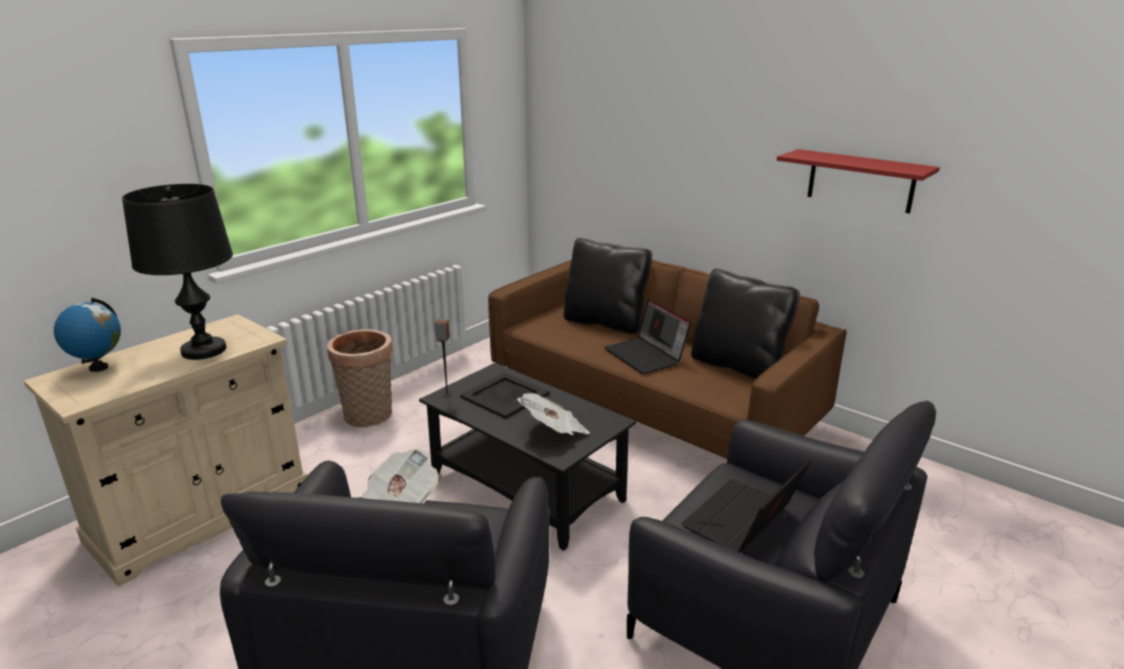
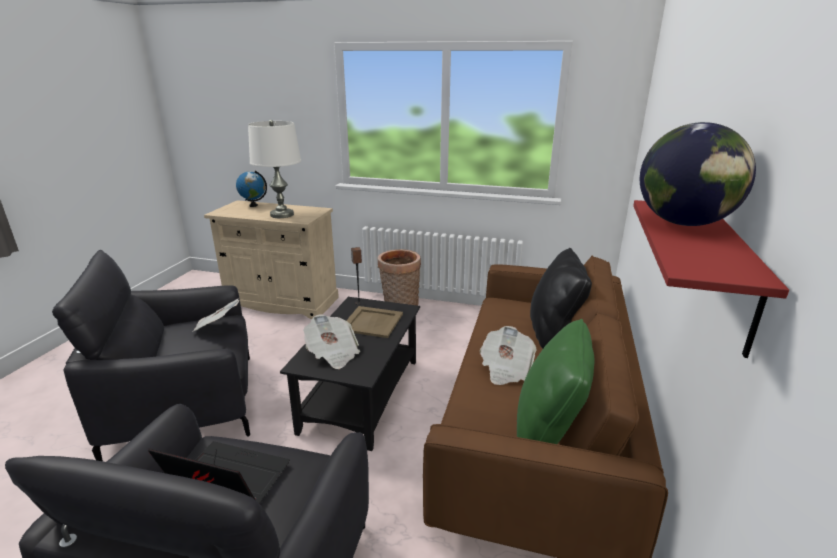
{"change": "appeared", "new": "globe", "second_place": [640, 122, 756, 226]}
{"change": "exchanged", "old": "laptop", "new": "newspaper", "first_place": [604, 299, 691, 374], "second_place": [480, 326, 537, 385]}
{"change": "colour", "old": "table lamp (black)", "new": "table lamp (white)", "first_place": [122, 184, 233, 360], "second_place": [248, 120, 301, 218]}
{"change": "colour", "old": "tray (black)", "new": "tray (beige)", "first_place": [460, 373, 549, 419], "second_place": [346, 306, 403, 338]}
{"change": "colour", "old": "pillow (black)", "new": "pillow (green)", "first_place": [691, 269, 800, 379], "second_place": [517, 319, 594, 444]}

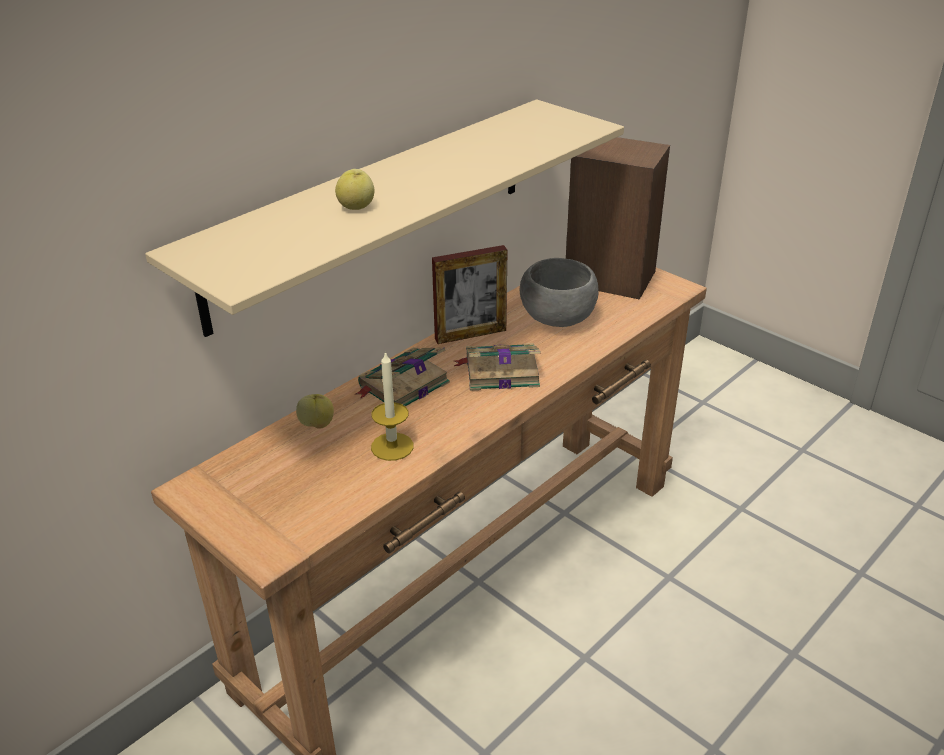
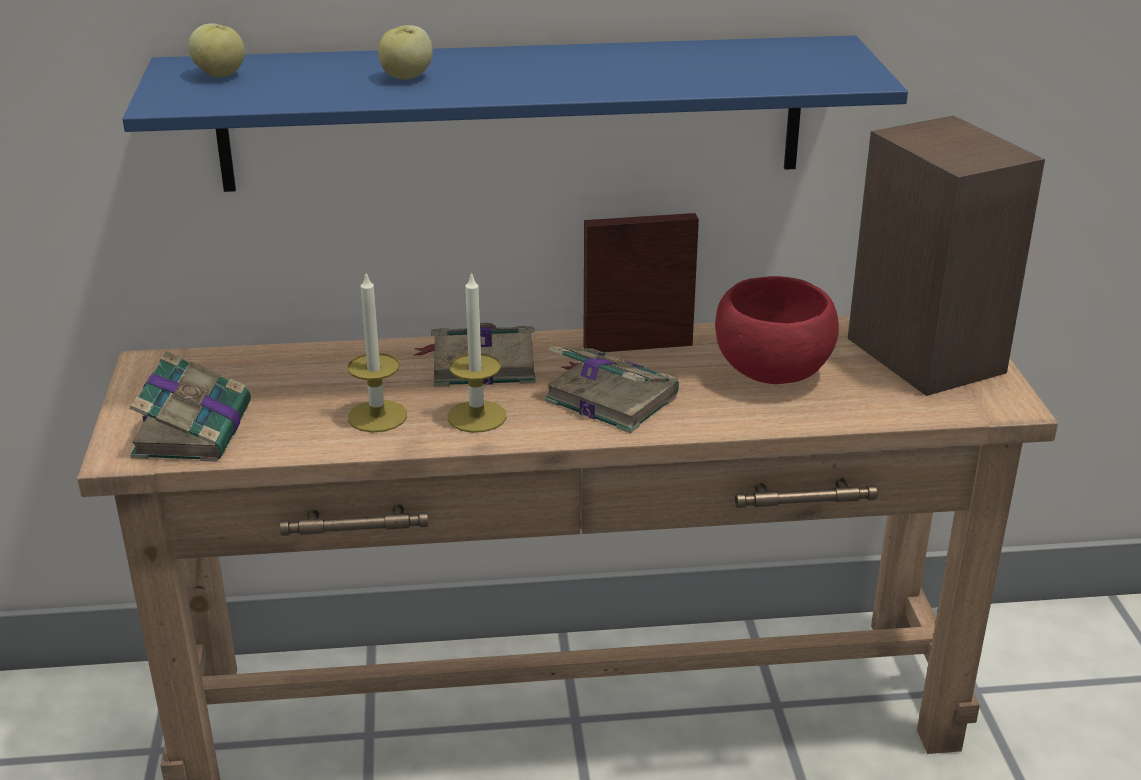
{"change": "appeared", "new": "book", "second_place": [129, 351, 251, 462]}
{"change": "appeared", "new": "candle", "second_place": [447, 271, 507, 433]}
{"change": "relocated", "old": "apple", "first_place": [296, 394, 334, 429], "second_place": [188, 23, 245, 77]}
{"change": "colour", "old": "shelf (beige)", "new": "shelf (blue)", "first_place": [145, 99, 624, 337], "second_place": [122, 35, 908, 192]}
{"change": "colour", "old": "bowl (grey)", "new": "bowl (red)", "first_place": [520, 258, 599, 327], "second_place": [715, 276, 839, 384]}
{"change": "spun", "old": "picture frame", "first_place": [432, 245, 508, 344], "second_place": [583, 213, 699, 352], "degrees": 150}

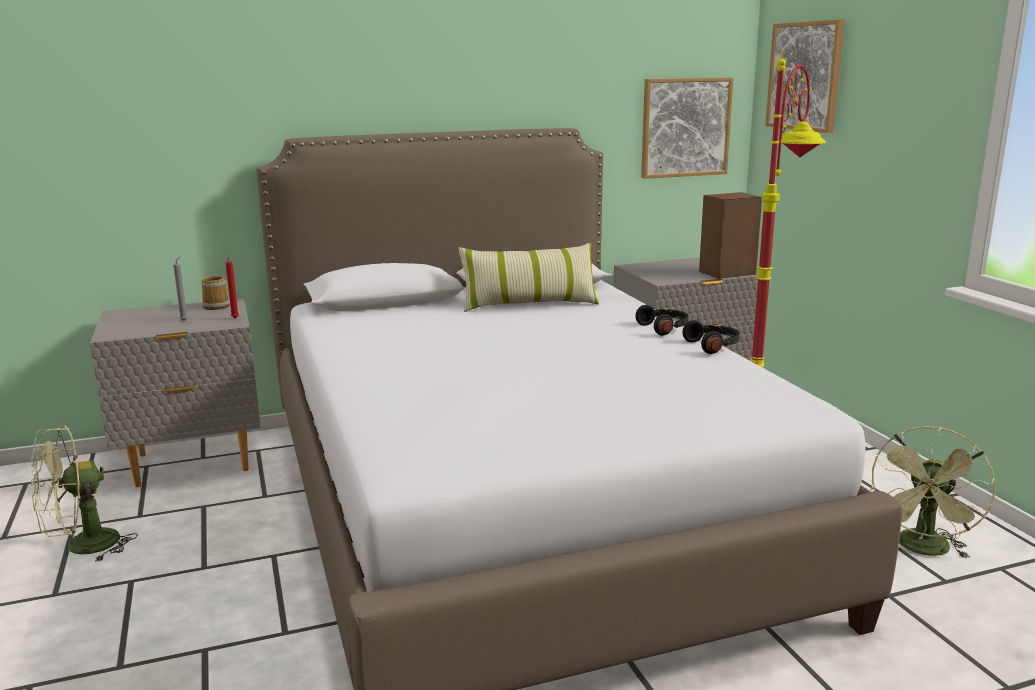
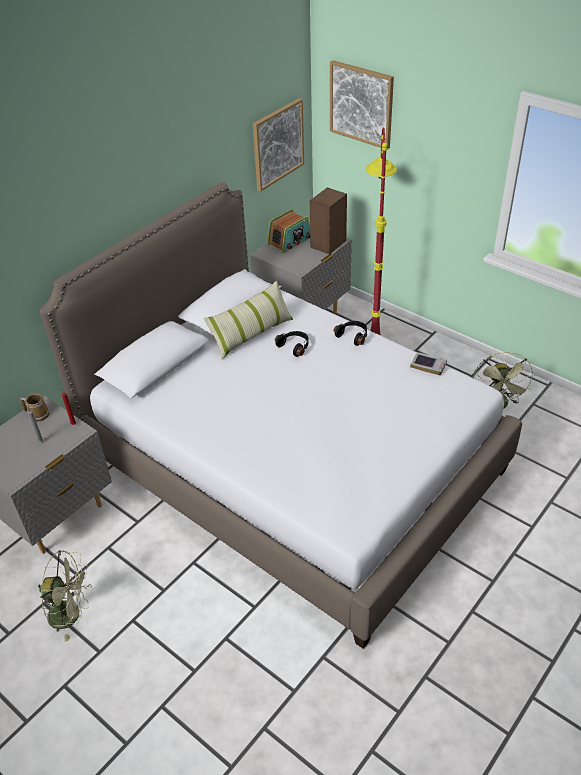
{"change": "appeared", "new": "radio", "second_place": [267, 209, 310, 253]}
{"change": "appeared", "new": "book", "second_place": [410, 352, 447, 376]}
{"change": "relocated", "old": "headphones (black)", "first_place": [682, 320, 740, 354], "second_place": [275, 331, 309, 357]}
{"change": "spun", "old": "fan (green)", "first_place": [31, 425, 138, 562], "second_place": [38, 551, 92, 642], "degrees": -105}

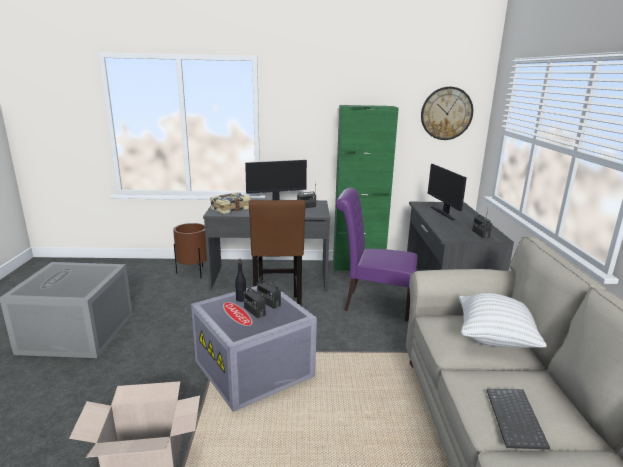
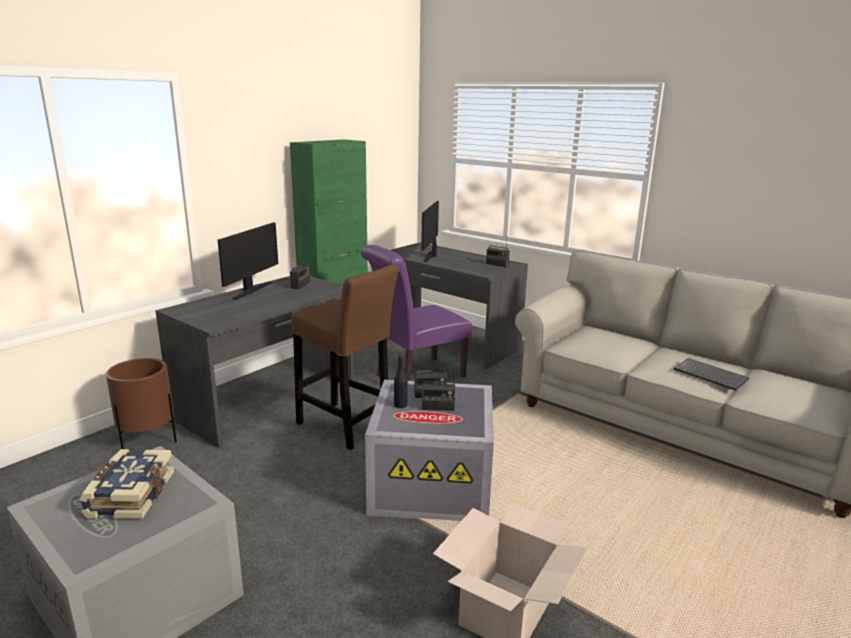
{"change": "missing", "old": "wall clock", "first_place": [421, 87, 473, 140]}
{"change": "missing", "old": "pillow (white)", "first_place": [459, 293, 547, 348]}
{"change": "relocated", "old": "book", "first_place": [210, 192, 251, 214], "second_place": [79, 449, 174, 519]}
{"change": "spun", "old": "monitor", "first_place": [428, 164, 467, 220], "second_place": [421, 201, 439, 262], "degrees": 75}

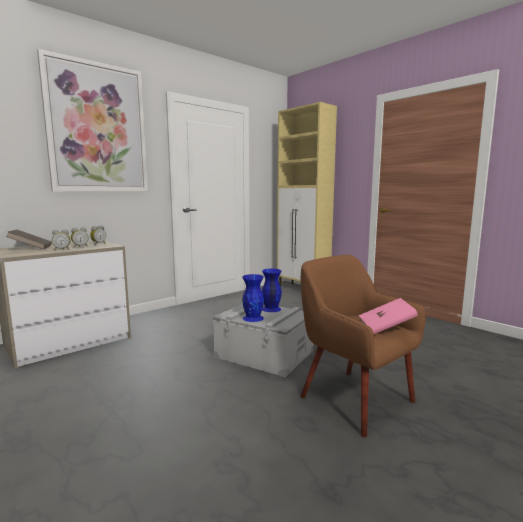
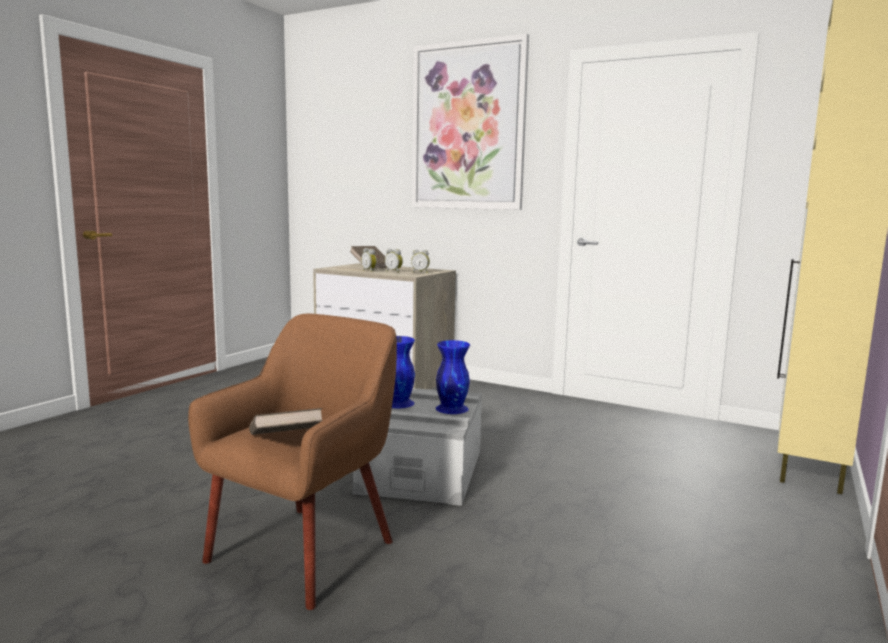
{"change": "colour", "old": "book (pink)", "new": "book (brown)", "first_place": [359, 298, 418, 334], "second_place": [249, 408, 323, 435]}

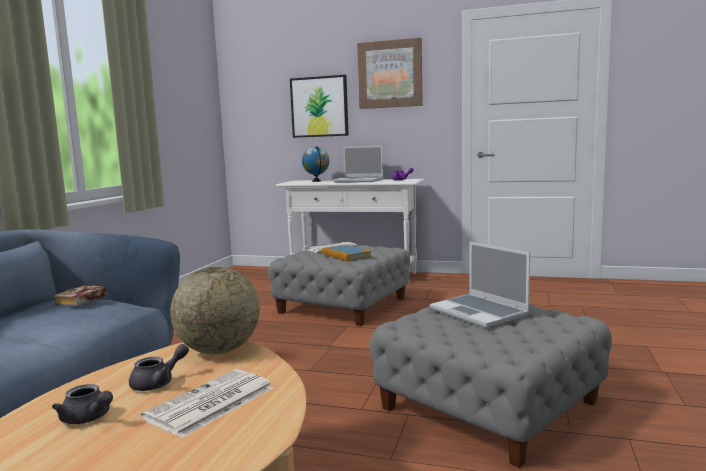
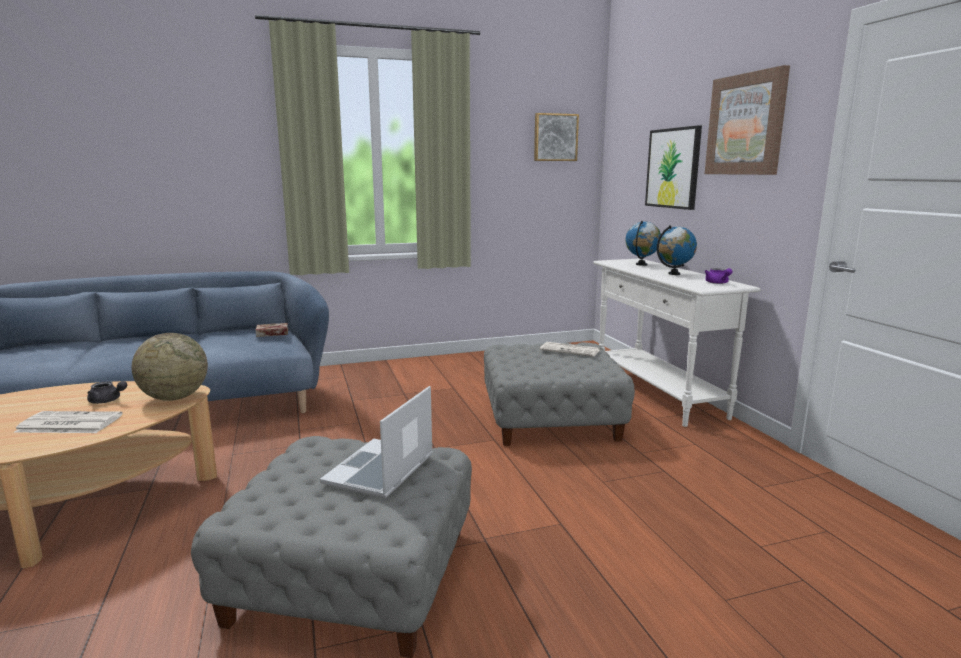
{"change": "missing", "old": "teapot (grey)", "first_place": [52, 384, 113, 424]}
{"change": "missing", "old": "book", "first_place": [322, 245, 372, 262]}
{"change": "appeared", "new": "picture", "second_place": [534, 113, 579, 161]}
{"change": "exchanged", "old": "laptop", "new": "globe", "first_place": [333, 146, 383, 183], "second_place": [657, 225, 697, 275]}

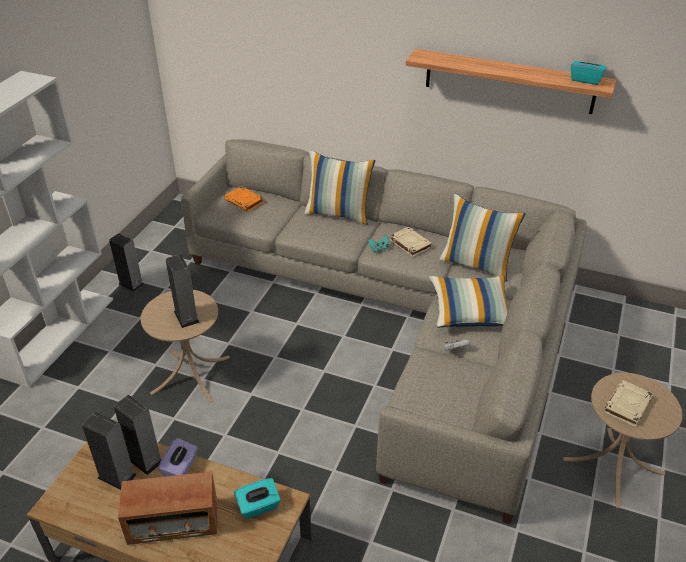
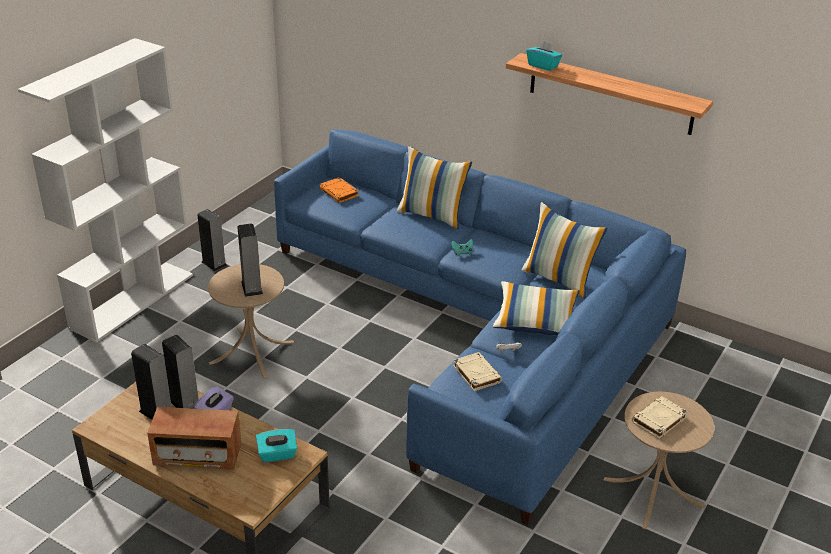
{"change": "relocated", "old": "book (beige)", "first_place": [390, 227, 433, 257], "second_place": [453, 352, 502, 391]}
{"change": "relocated", "old": "tissue box (turquoise)", "first_place": [571, 53, 607, 85], "second_place": [526, 40, 562, 71]}
{"change": "colour", "old": "sofa (grey)", "new": "sofa (blue)", "first_place": [181, 139, 587, 524], "second_place": [274, 129, 686, 525]}

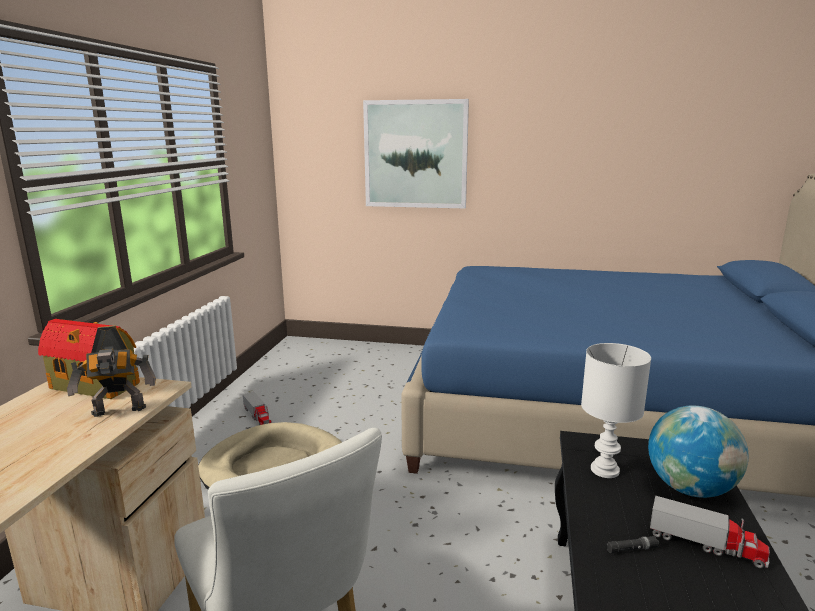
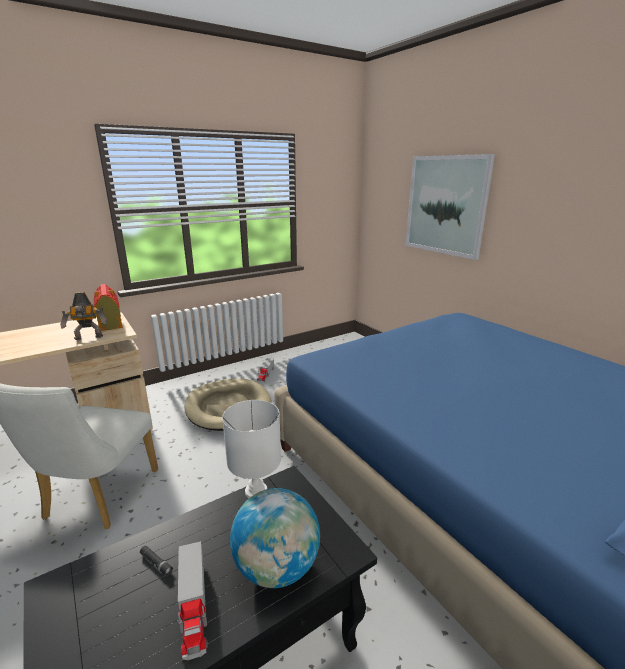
{"change": "spun", "old": "toy robot", "first_place": [67, 326, 156, 417], "second_place": [60, 292, 107, 340], "degrees": -45}

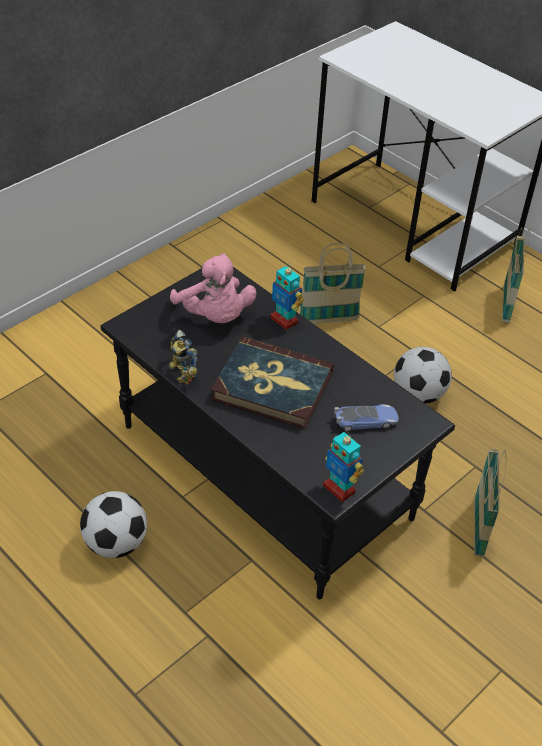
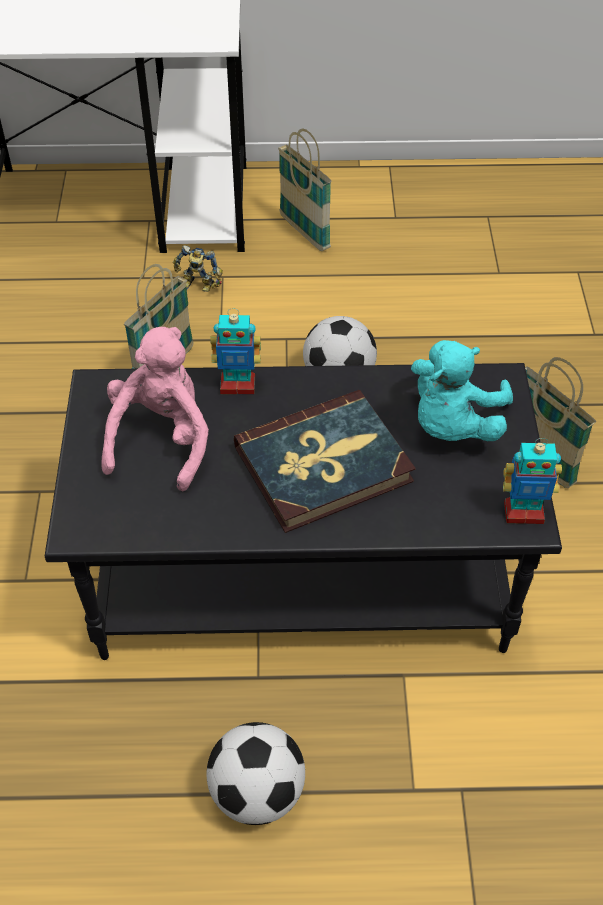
{"change": "relocated", "old": "toy robot", "first_place": [168, 330, 197, 384], "second_place": [173, 245, 223, 292]}
{"change": "exchanged", "old": "toy car", "new": "plush toy (turquoise)", "first_place": [334, 404, 398, 431], "second_place": [411, 340, 513, 441]}
{"change": "spun", "old": "plush toy (pink)", "first_place": [170, 253, 257, 323], "second_place": [101, 327, 209, 491], "degrees": -90}

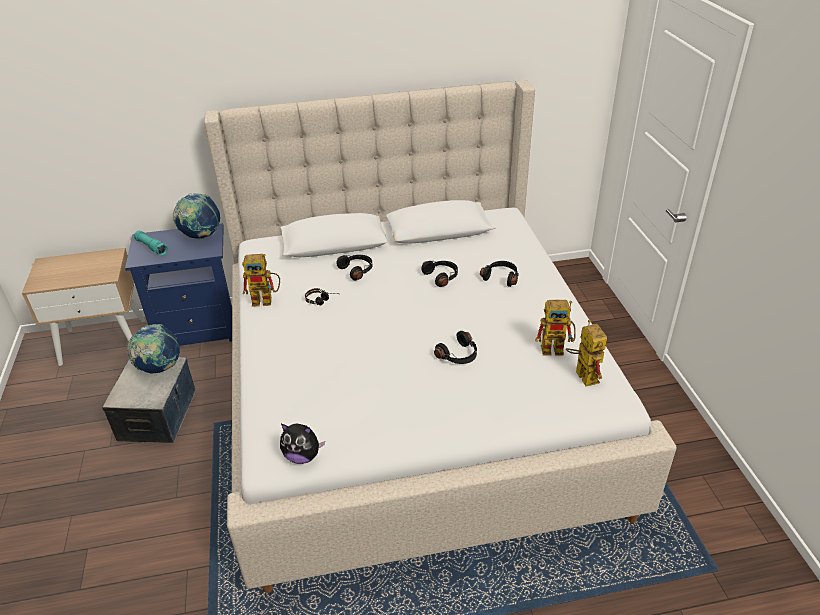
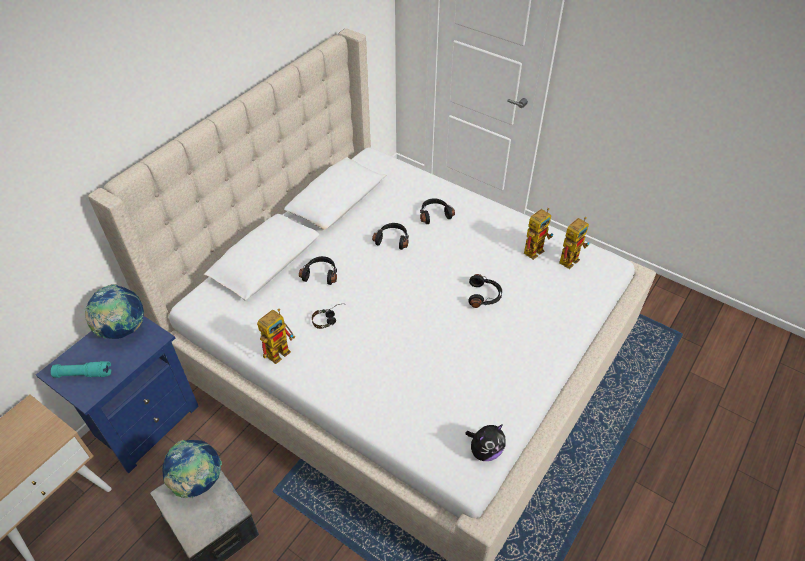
{"change": "spun", "old": "toy robot", "first_place": [566, 320, 607, 387], "second_place": [559, 217, 590, 269], "degrees": 105}

